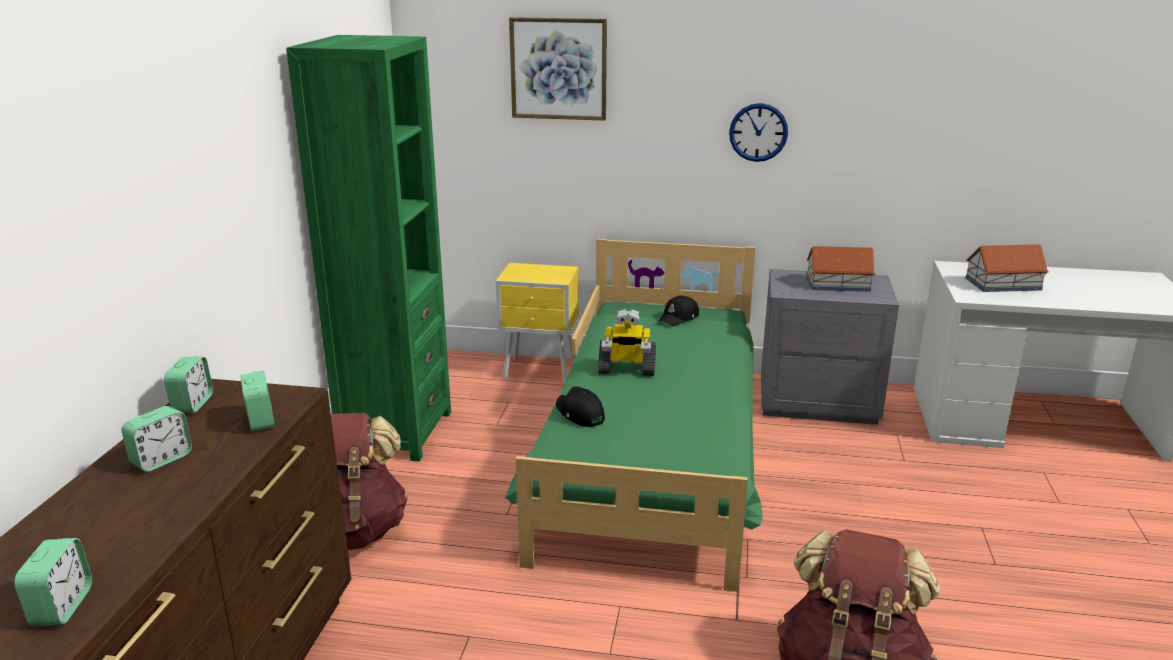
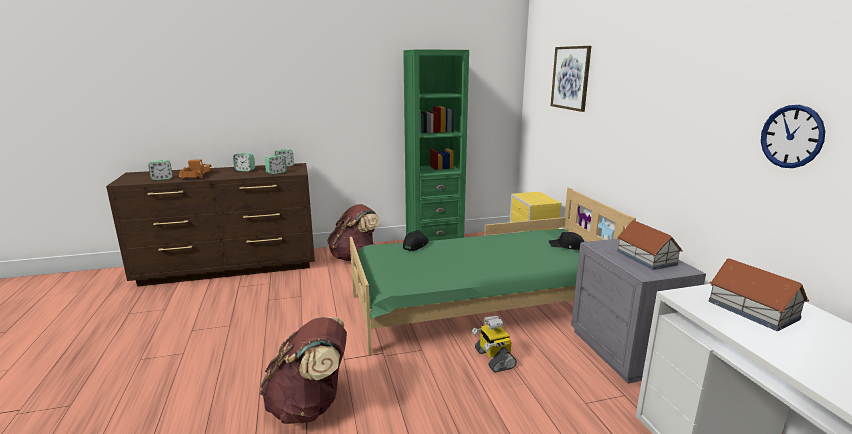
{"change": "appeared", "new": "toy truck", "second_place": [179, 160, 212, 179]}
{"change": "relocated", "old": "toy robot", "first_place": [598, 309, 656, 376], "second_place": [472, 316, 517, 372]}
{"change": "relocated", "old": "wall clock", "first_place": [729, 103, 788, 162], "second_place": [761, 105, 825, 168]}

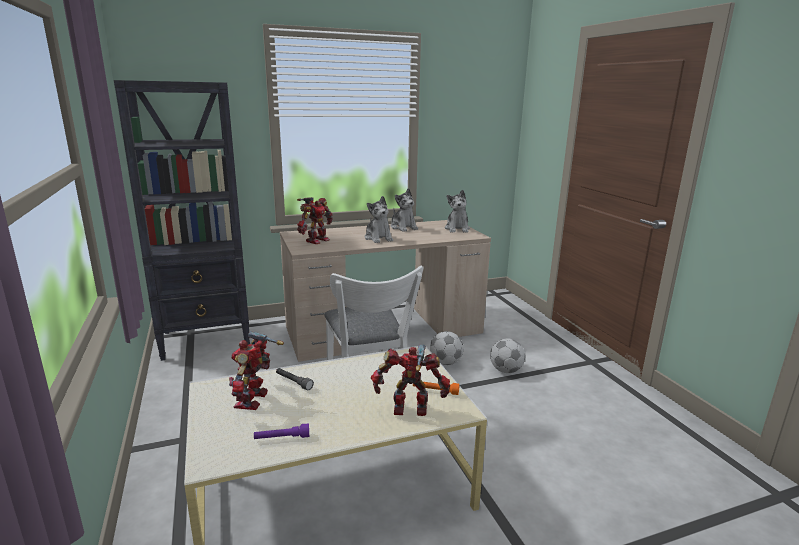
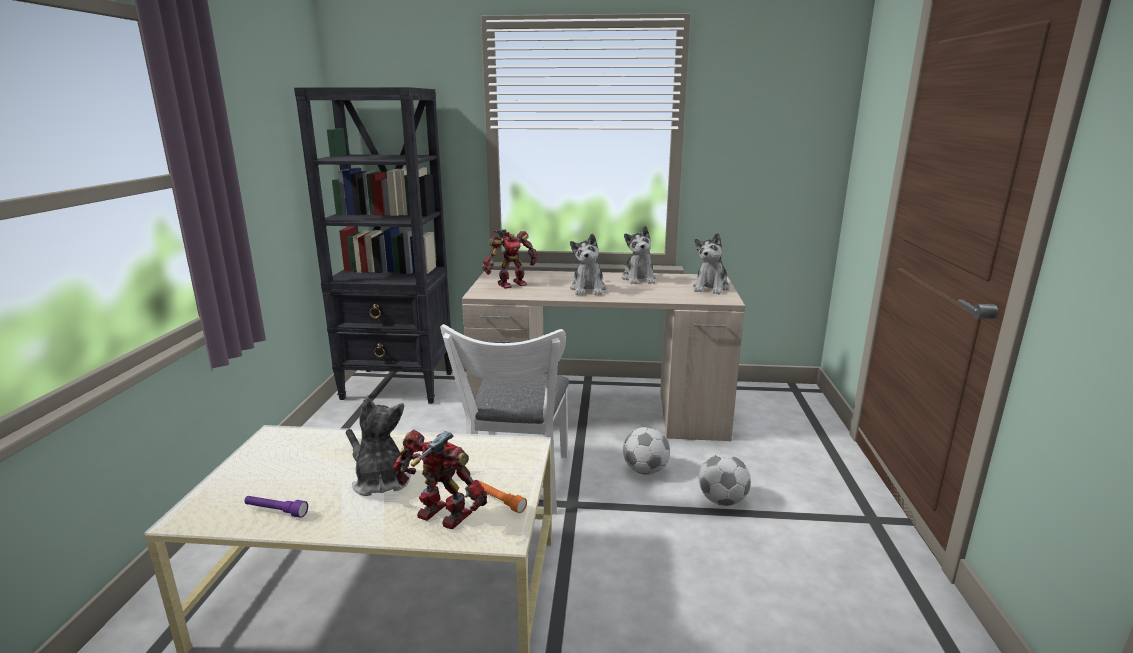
{"change": "missing", "old": "toy robot", "first_place": [229, 331, 284, 410]}
{"change": "appeared", "new": "plush toy", "second_place": [352, 397, 411, 496]}

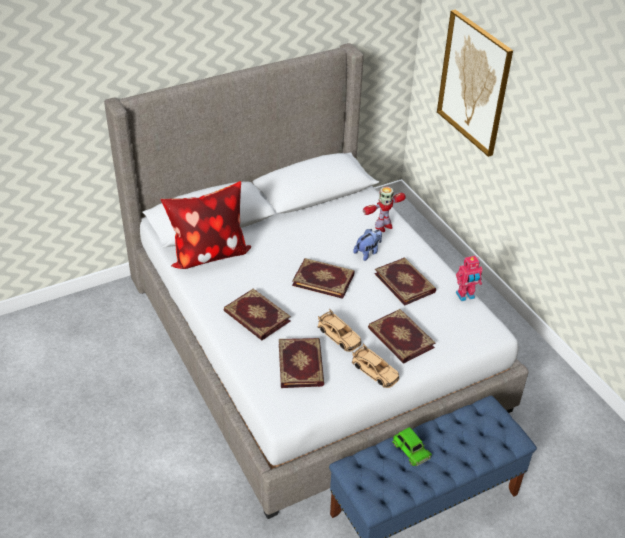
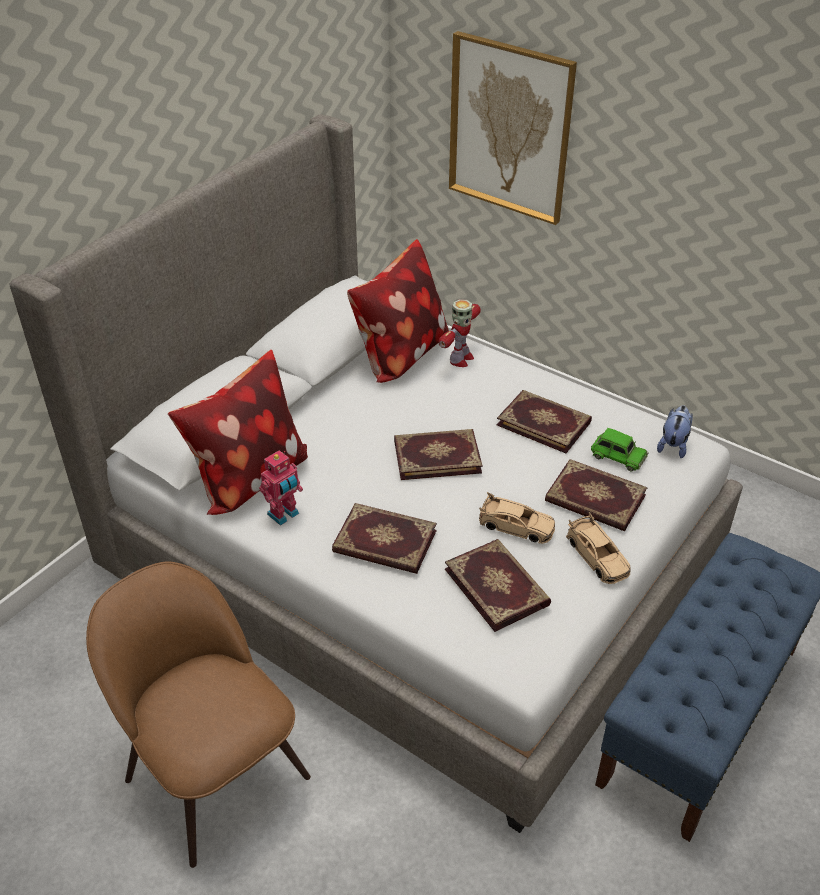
{"change": "appeared", "new": "chair (brown)", "second_place": [86, 562, 311, 868]}
{"change": "appeared", "new": "pillow", "second_place": [347, 239, 449, 383]}
{"change": "relocated", "old": "plush toy", "first_place": [353, 229, 382, 261], "second_place": [657, 405, 693, 458]}
{"change": "relocated", "old": "toy car (green)", "first_place": [392, 427, 432, 466], "second_place": [591, 428, 649, 472]}
{"change": "relocated", "old": "toy robot", "first_place": [456, 256, 482, 301], "second_place": [259, 450, 303, 526]}
{"change": "spun", "old": "toy car (beige)", "first_place": [352, 343, 399, 388], "second_place": [566, 512, 631, 584], "degrees": 45}

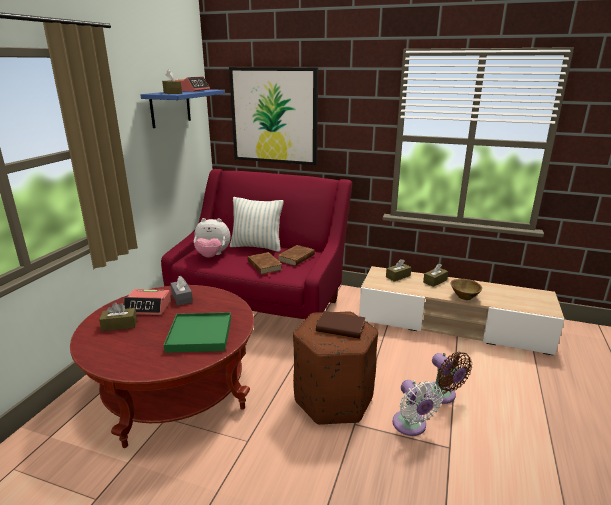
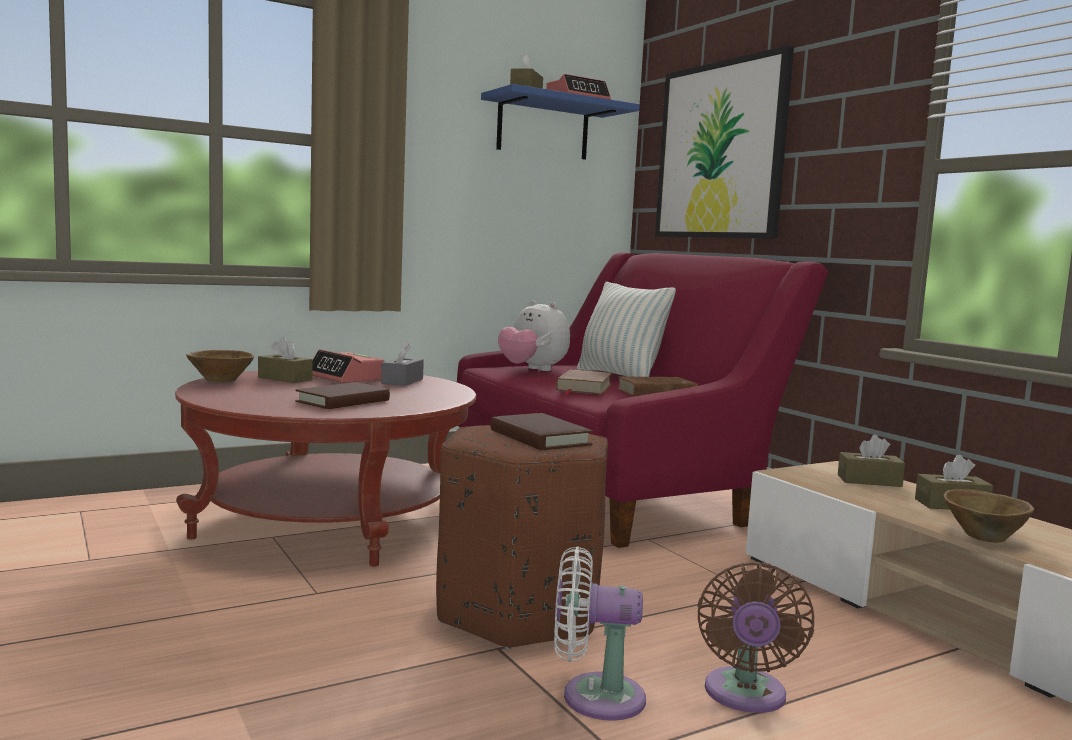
{"change": "appeared", "new": "bowl (brown)", "second_place": [186, 350, 254, 382]}
{"change": "exchanged", "old": "tray (green)", "new": "book (brown)", "first_place": [164, 312, 231, 353], "second_place": [295, 382, 390, 409]}
{"change": "spun", "old": "fan (white)", "first_place": [393, 380, 443, 436], "second_place": [554, 546, 646, 721], "degrees": 75}

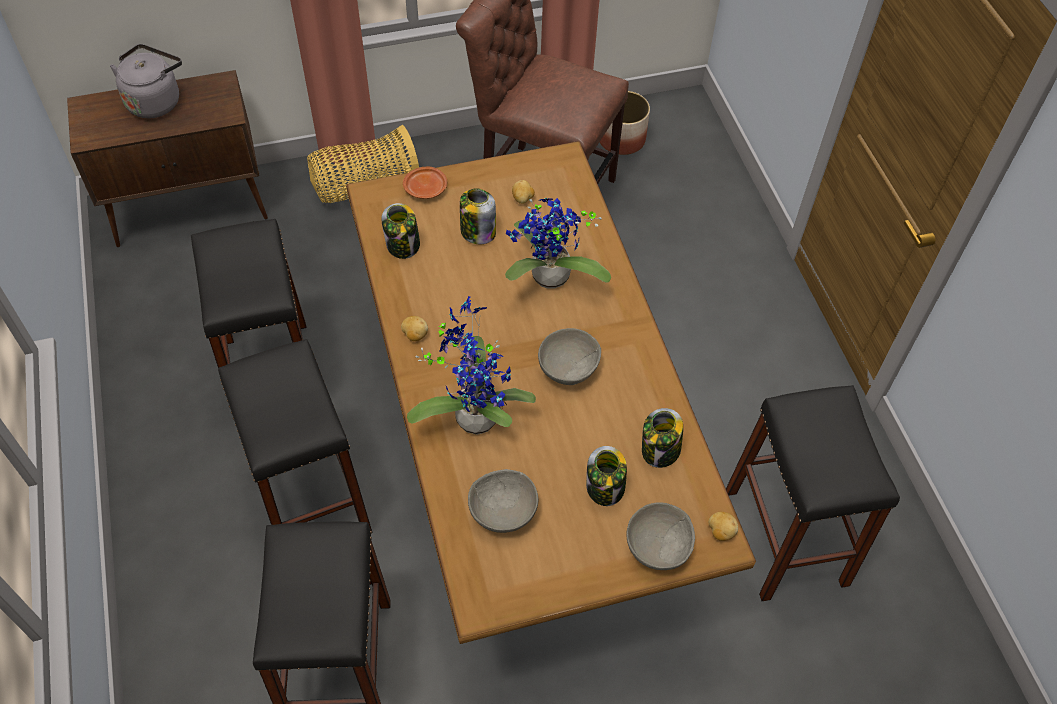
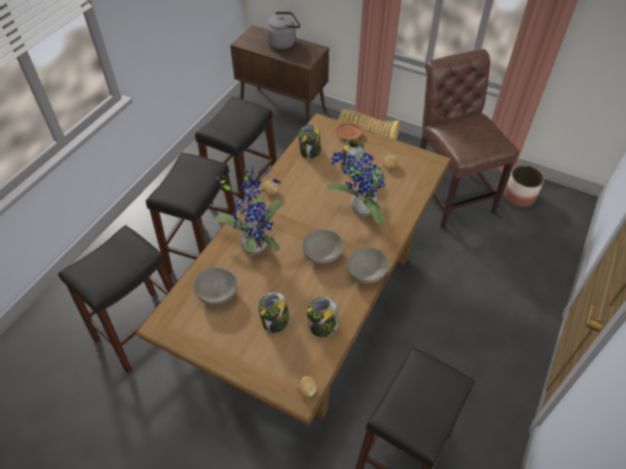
{"change": "relocated", "old": "bowl (grey)", "first_place": [627, 502, 695, 570], "second_place": [347, 247, 390, 284]}

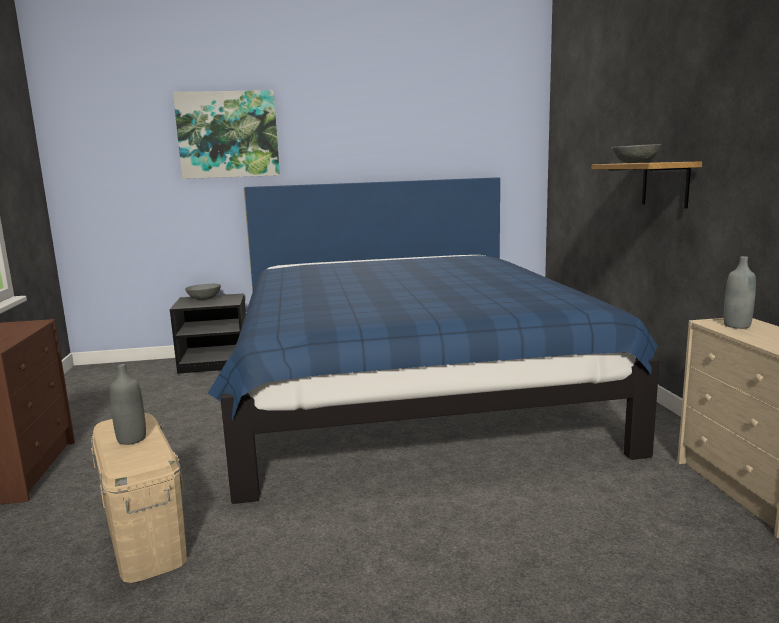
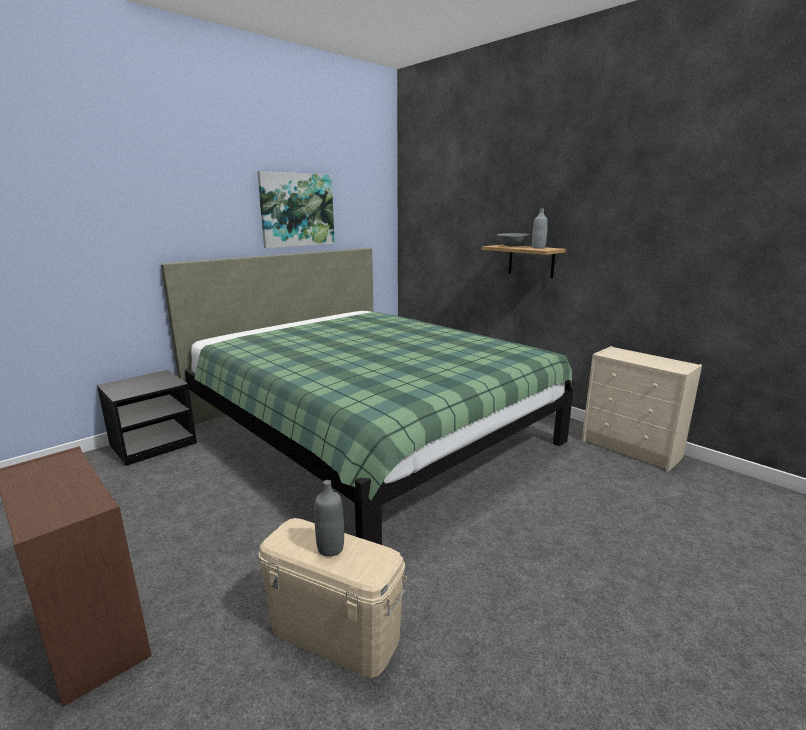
{"change": "missing", "old": "bowl (grey)", "first_place": [185, 284, 221, 300]}
{"change": "relocated", "old": "picture", "first_place": [173, 90, 280, 179], "second_place": [257, 171, 335, 248]}
{"change": "relocated", "old": "bottle (grey)", "first_place": [724, 256, 756, 329], "second_place": [532, 208, 548, 249]}
{"change": "colour", "old": "bed (blue)", "new": "bed (green)", "first_place": [208, 177, 659, 504], "second_place": [161, 248, 574, 545]}

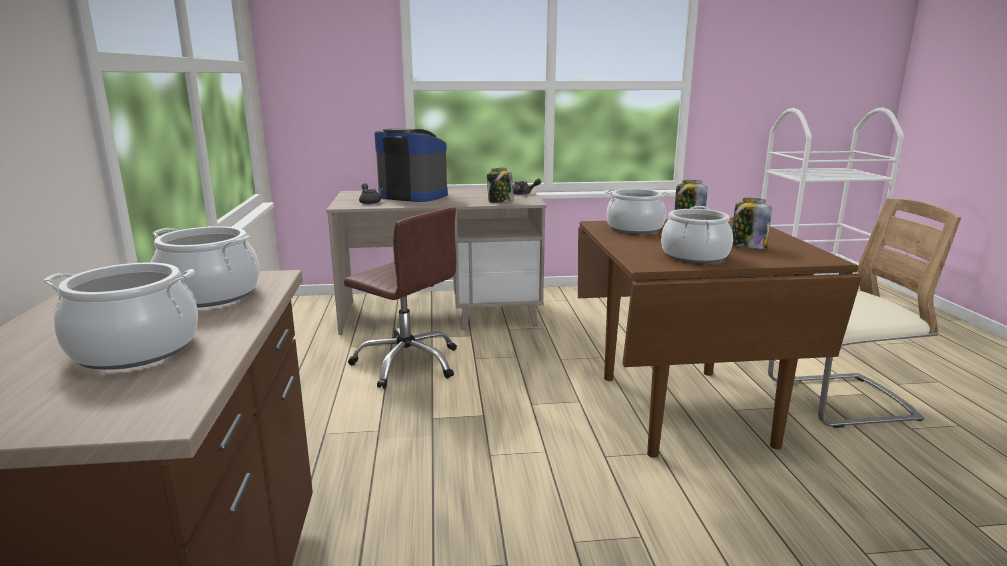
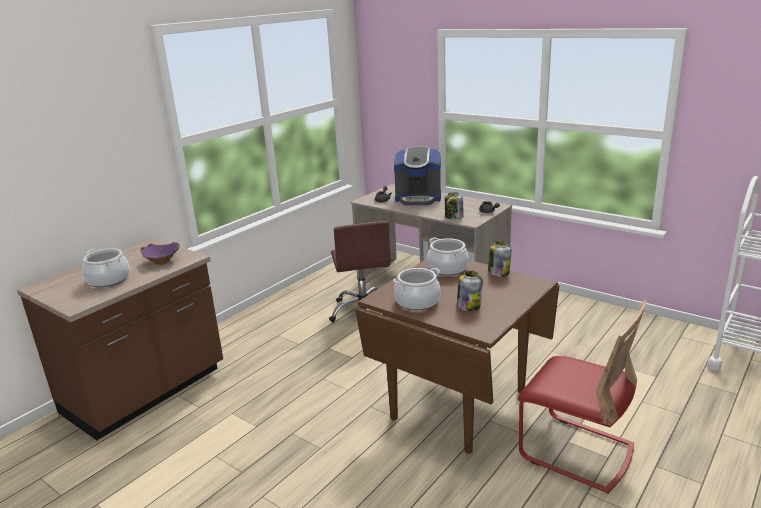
{"change": "exchanged", "old": "cooking pot", "new": "bowl (purple)", "first_place": [151, 226, 259, 308], "second_place": [140, 242, 180, 265]}
{"change": "colour", "old": "chair (beige)", "new": "chair (red)", "first_place": [768, 198, 961, 428], "second_place": [518, 300, 647, 494]}
{"change": "spun", "old": "coffee machine", "first_place": [374, 128, 448, 202], "second_place": [394, 146, 441, 205], "degrees": 120}

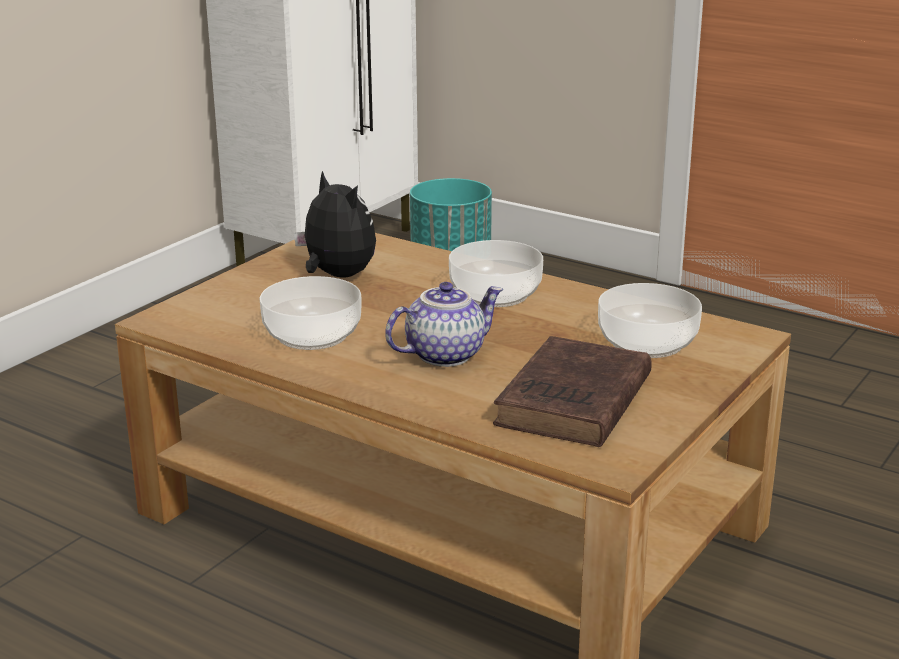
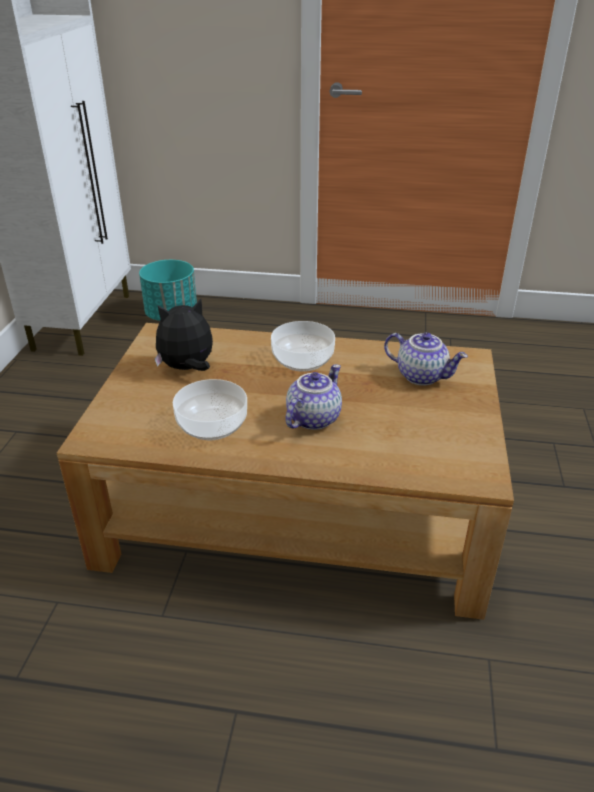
{"change": "missing", "old": "book (brown)", "first_place": [493, 336, 652, 447]}
{"change": "exchanged", "old": "bowl", "new": "teapot", "first_place": [598, 283, 702, 358], "second_place": [384, 332, 468, 385]}
{"change": "spun", "old": "plush toy", "first_place": [294, 171, 376, 277], "second_place": [154, 299, 213, 371], "degrees": -45}

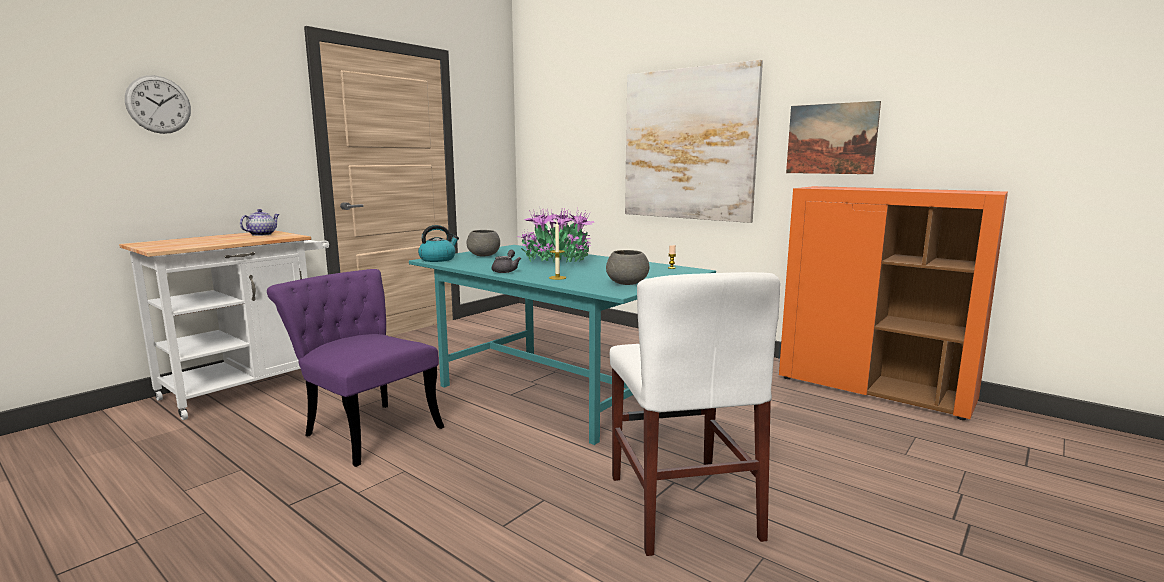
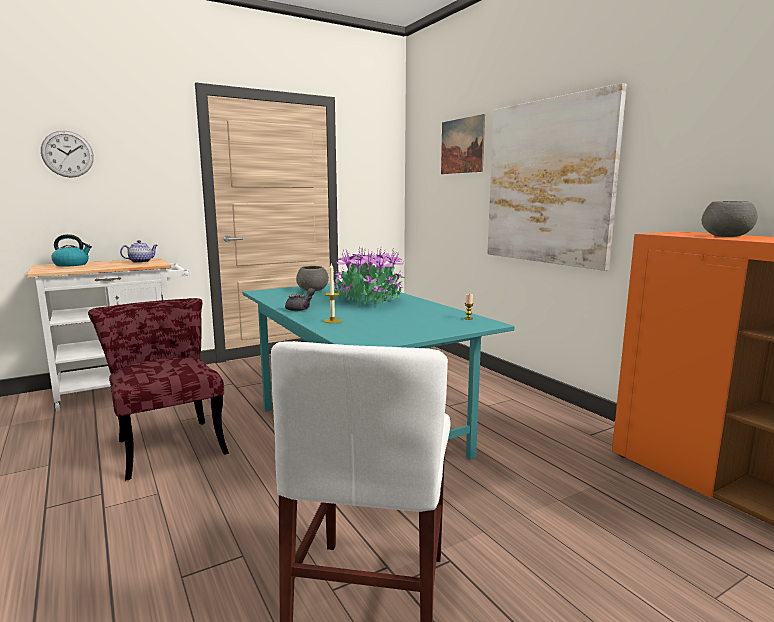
{"change": "relocated", "old": "kettle", "first_place": [418, 225, 459, 262], "second_place": [51, 234, 92, 267]}
{"change": "relocated", "old": "bowl (grey)", "first_place": [606, 250, 649, 285], "second_place": [702, 201, 758, 237]}
{"change": "relocated", "old": "picture", "first_place": [786, 101, 881, 174], "second_place": [441, 114, 485, 174]}
{"change": "colour", "old": "chair (purple)", "new": "chair (red)", "first_place": [267, 269, 444, 467], "second_place": [88, 298, 229, 481]}

